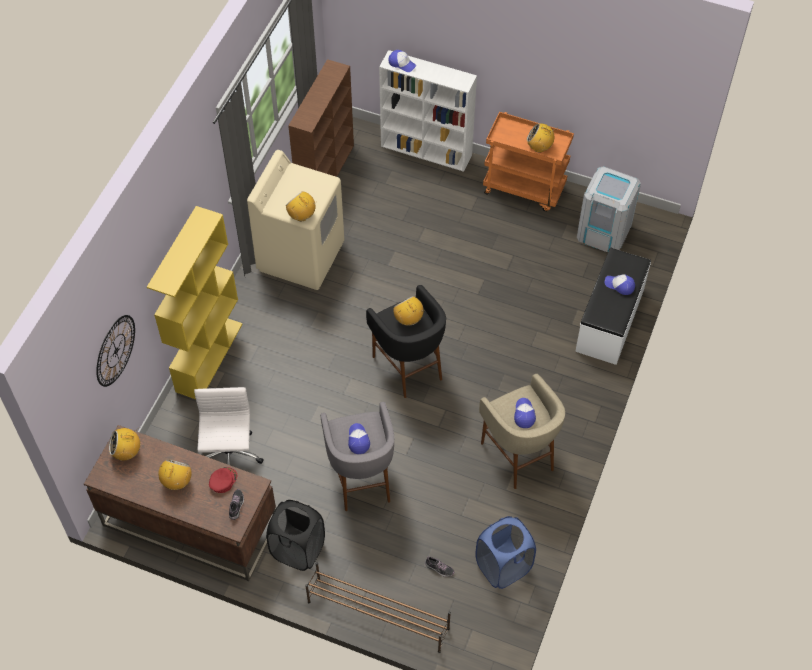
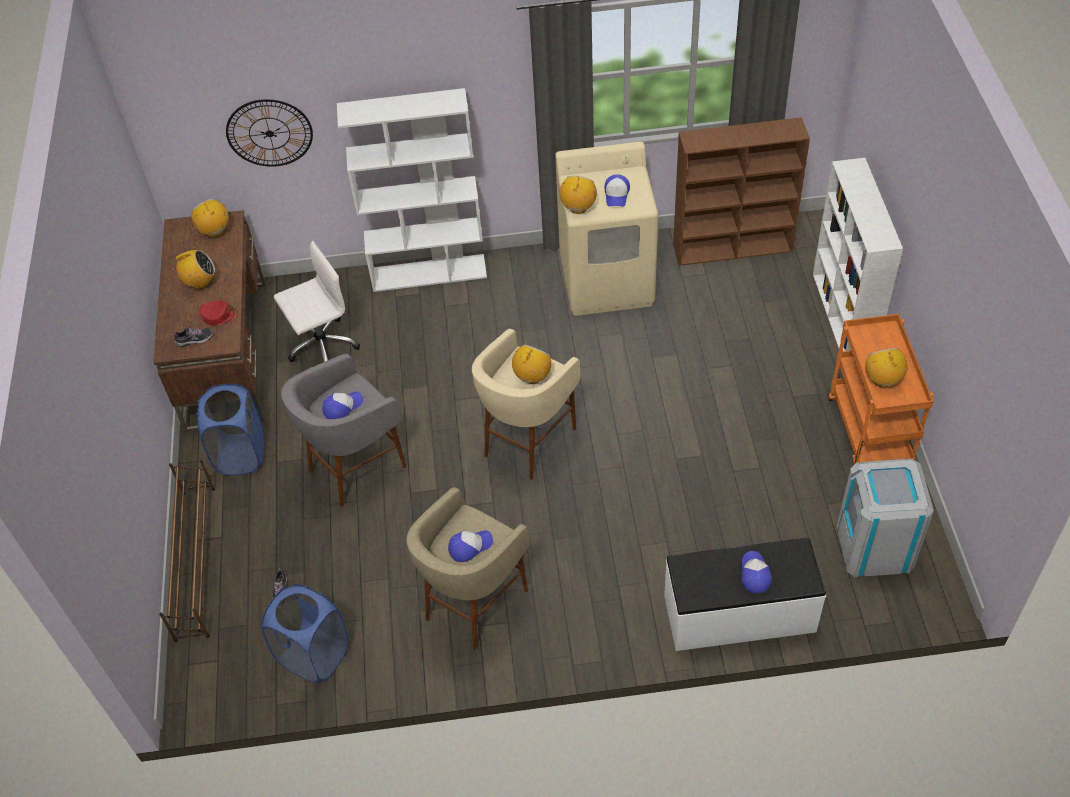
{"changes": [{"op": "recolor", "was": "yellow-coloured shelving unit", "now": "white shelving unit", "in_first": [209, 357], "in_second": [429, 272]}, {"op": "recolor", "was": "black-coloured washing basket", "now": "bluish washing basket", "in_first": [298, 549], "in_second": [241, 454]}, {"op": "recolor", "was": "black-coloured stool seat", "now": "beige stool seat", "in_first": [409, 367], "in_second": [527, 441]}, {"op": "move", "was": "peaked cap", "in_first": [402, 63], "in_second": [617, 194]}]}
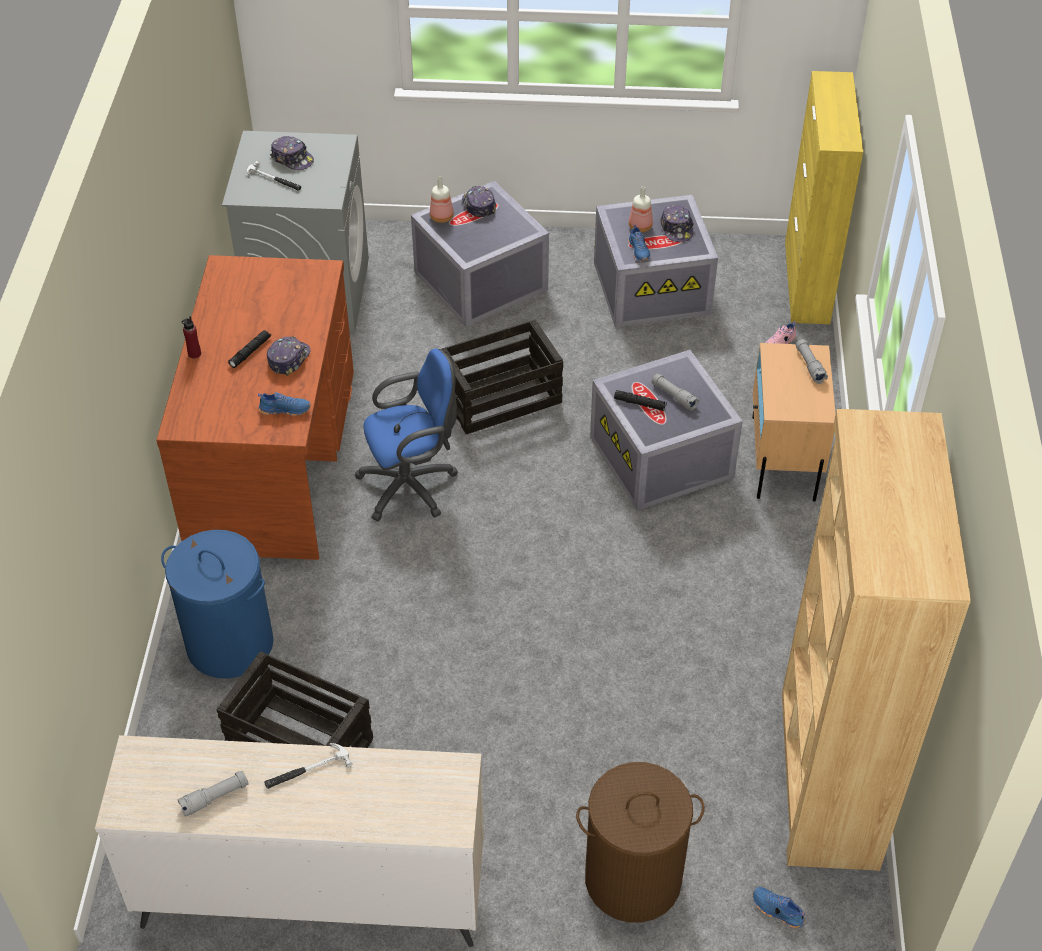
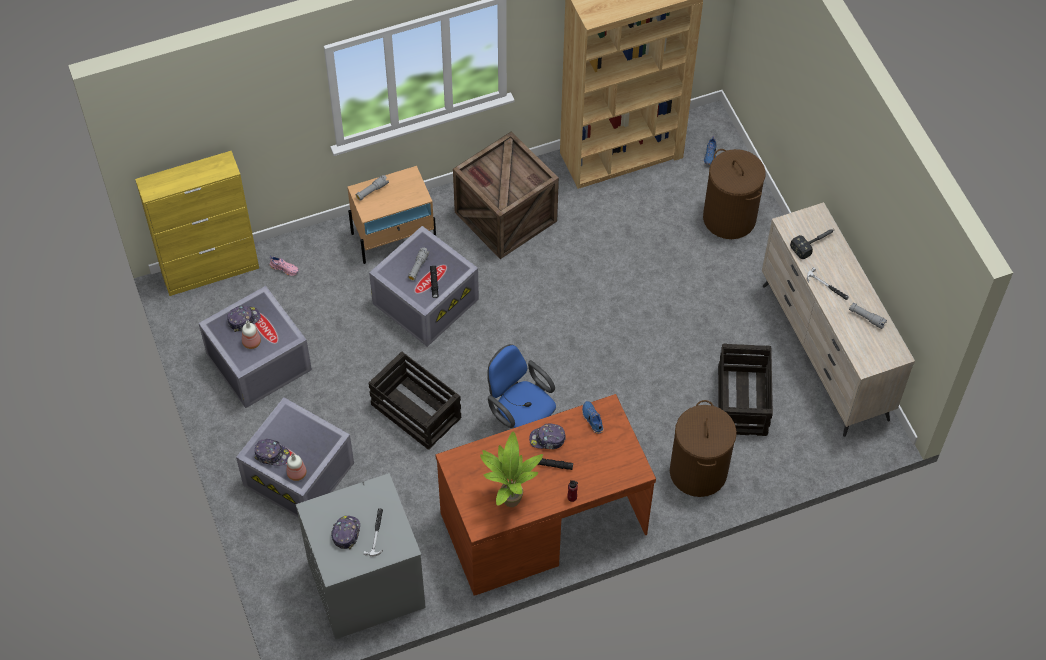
{"changes": [{"op": "recolor", "was": "bluish washing basket", "now": "brown washing basket", "in_first": [229, 644], "in_second": [698, 471]}, {"op": "rotate", "was": "peaked cap", "in_first": [478, 205], "in_second": [272, 454], "clockwise": -120}, {"op": "delete", "was": "bluish item of footwear", "in_first": [639, 251]}, {"op": "insert", "now": "packing crate", "in_second": [504, 216]}, {"op": "insert", "now": "potted plant", "in_second": [508, 500]}, {"op": "insert", "now": "hand hammer", "in_second": [814, 243]}]}
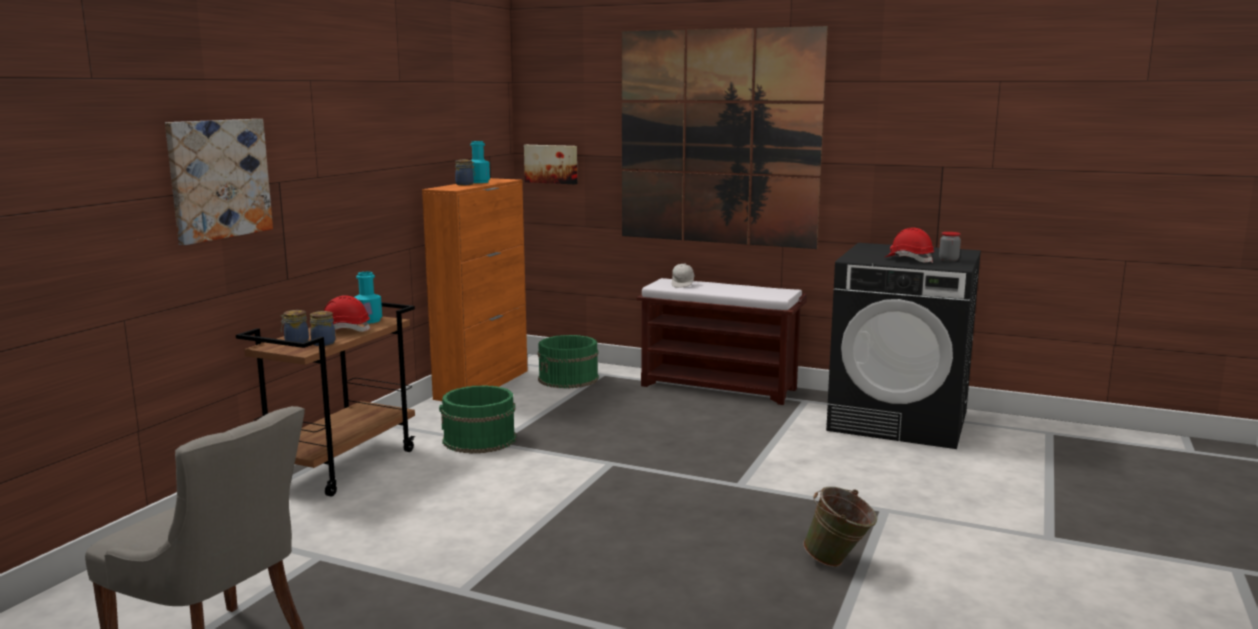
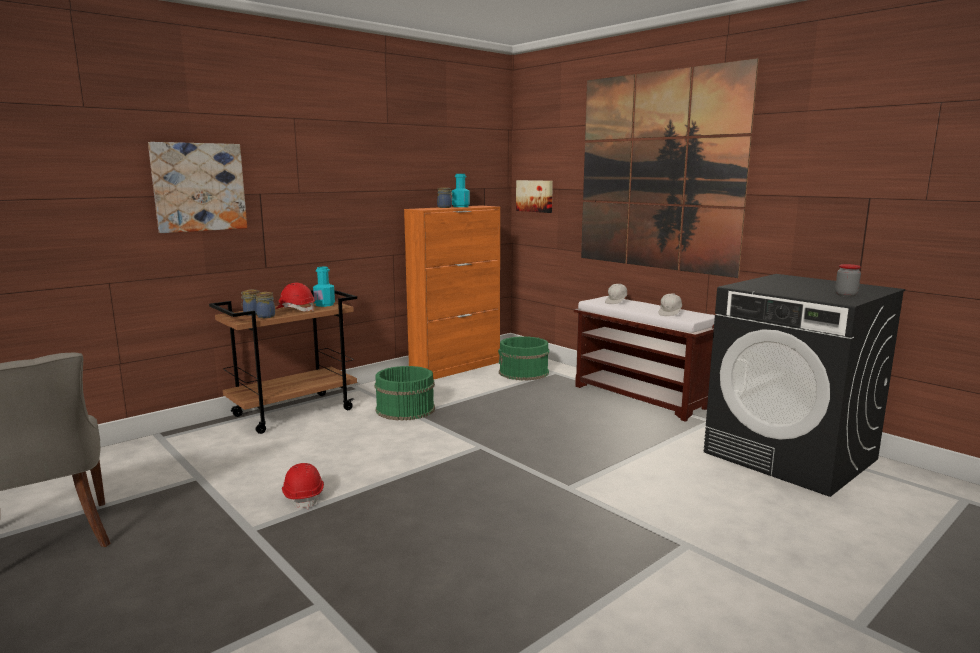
{"changes": [{"op": "delete", "was": "green-coloured water bucket", "in_first": [838, 563]}, {"op": "move", "was": "reddish safety helmet", "in_first": [909, 260], "in_second": [304, 496]}, {"op": "insert", "now": "white peaked cap", "in_second": [670, 313]}]}
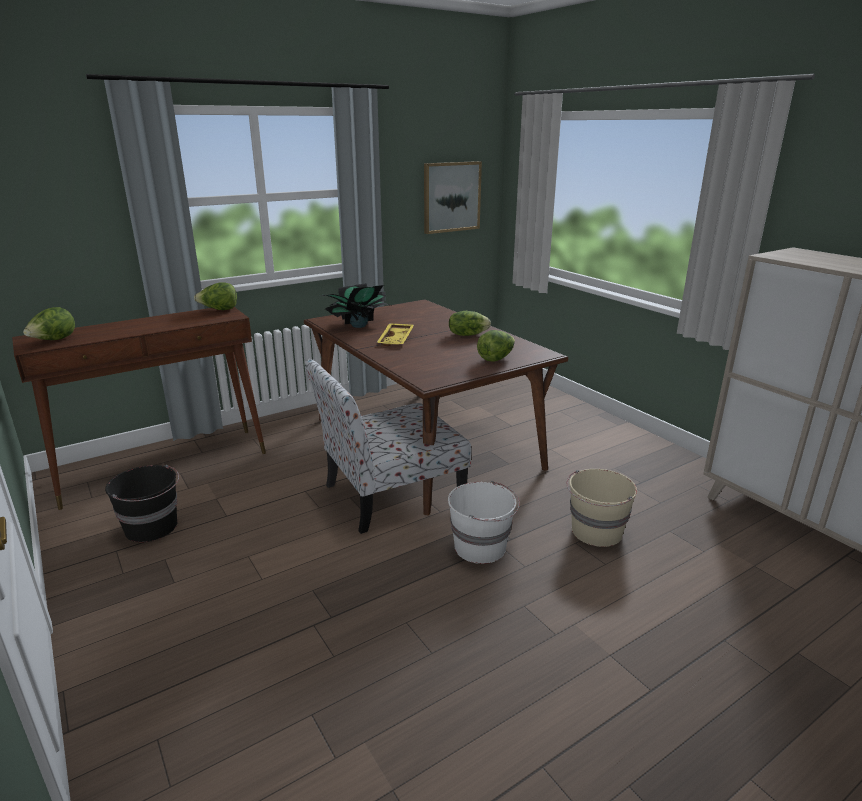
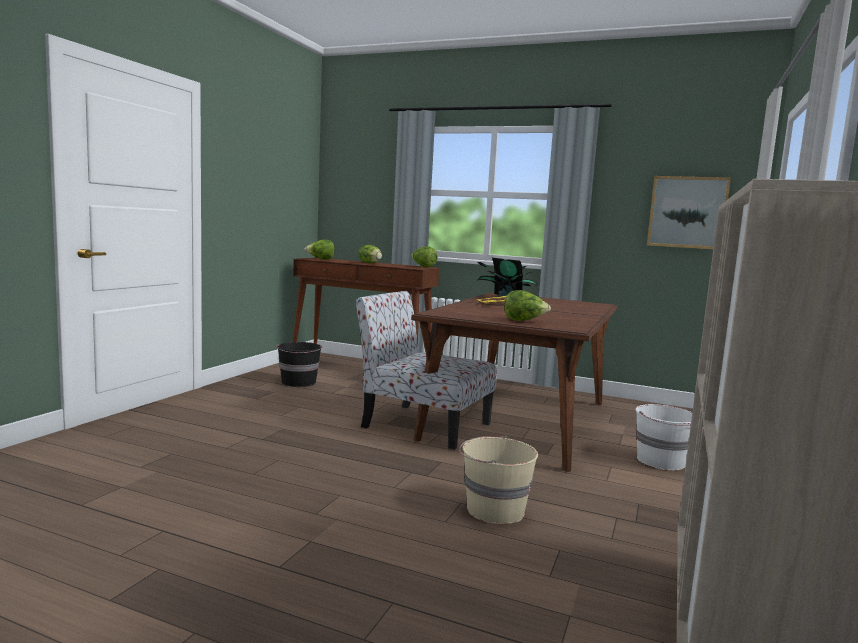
{"changes": [{"op": "move", "was": "white water bucket", "in_first": [481, 547], "in_second": [661, 461]}, {"op": "move", "was": "lettuce", "in_first": [467, 334], "in_second": [370, 263]}]}
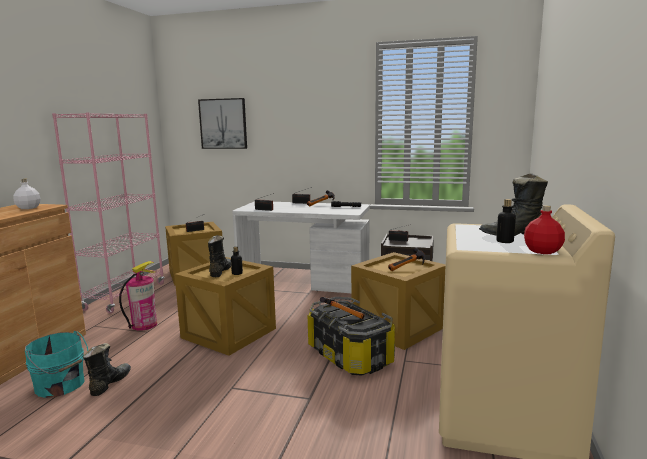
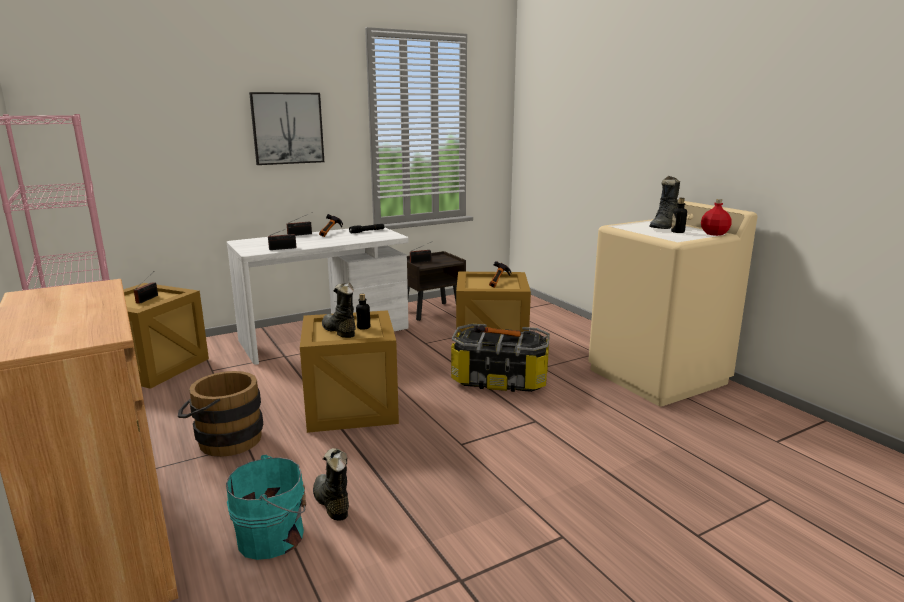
{"changes": [{"op": "delete", "was": "white drink bottle", "in_first": [28, 208]}, {"op": "replace", "was": "fire extinguisher", "now": "brown water bucket", "in_first": [144, 325], "in_second": [224, 440]}, {"op": "move", "was": "picture", "in_first": [223, 124], "in_second": [287, 128]}]}
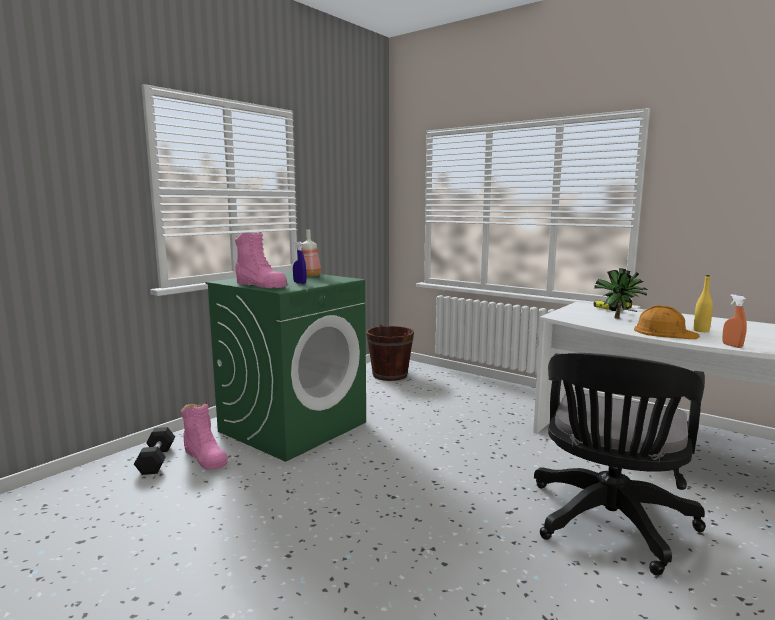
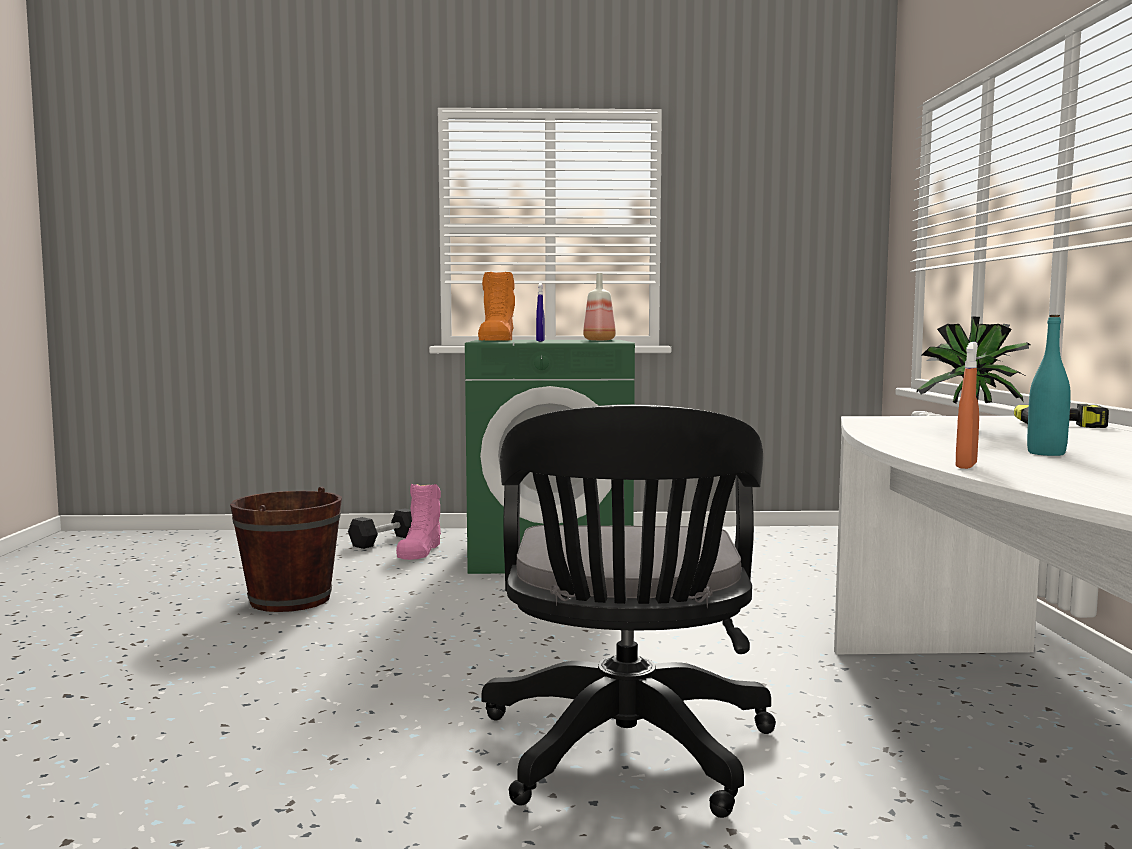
{"changes": [{"op": "recolor", "was": "pink-coloured tall boot", "now": "orange tall boot", "in_first": [261, 285], "in_second": [497, 340]}, {"op": "move", "was": "brown water bucket", "in_first": [390, 375], "in_second": [290, 599]}, {"op": "rotate", "was": "black-coloured desk chair", "in_first": [609, 524], "in_second": [626, 754], "clockwise": -75}, {"op": "delete", "was": "orange safety helmet", "in_first": [665, 332]}, {"op": "recolor", "was": "yellow-coloured drink bottle", "now": "turquoise drink bottle", "in_first": [701, 330], "in_second": [1046, 453]}]}
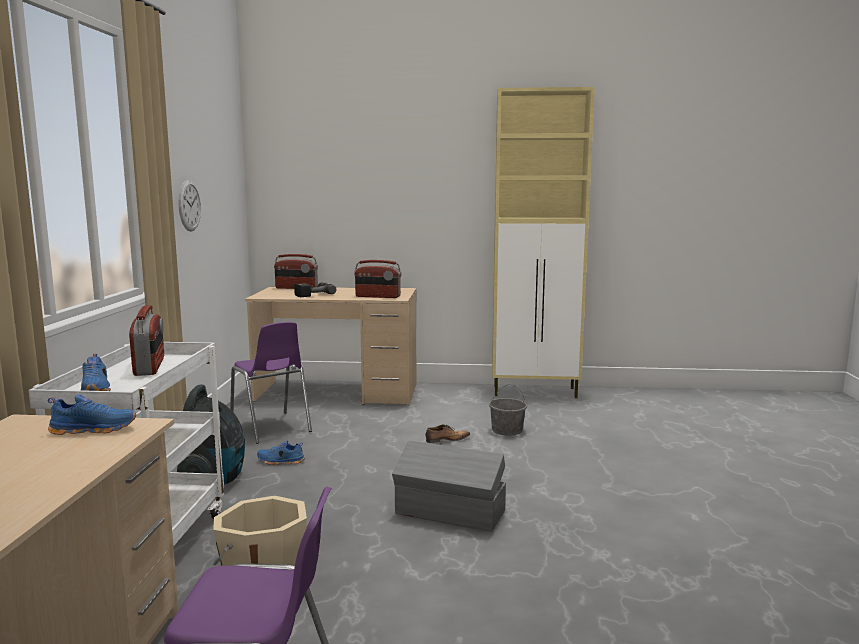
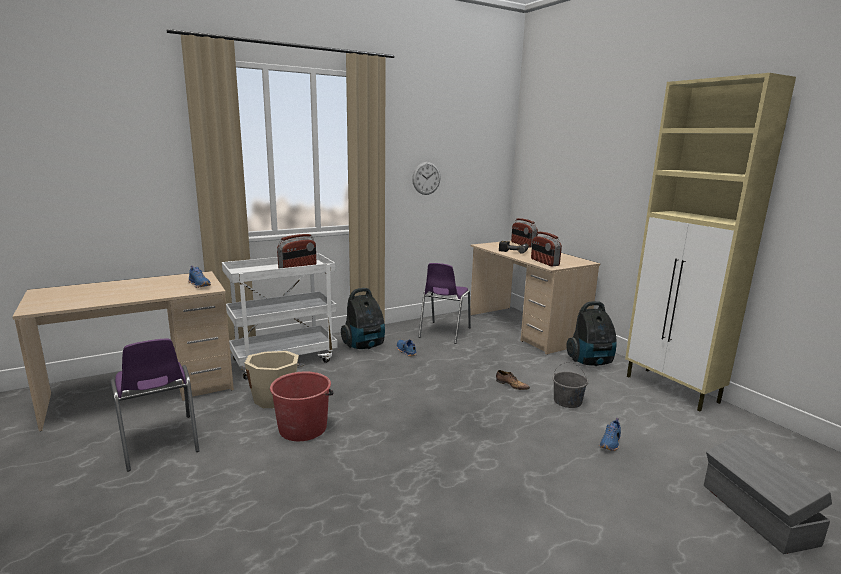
{"changes": [{"op": "move", "was": "bluish item of footwear", "in_first": [97, 389], "in_second": [611, 443]}, {"op": "move", "was": "grey storage box", "in_first": [450, 513], "in_second": [757, 514]}, {"op": "insert", "now": "reddish water bucket", "in_second": [303, 428]}, {"op": "insert", "now": "vacuum", "in_second": [591, 362]}]}
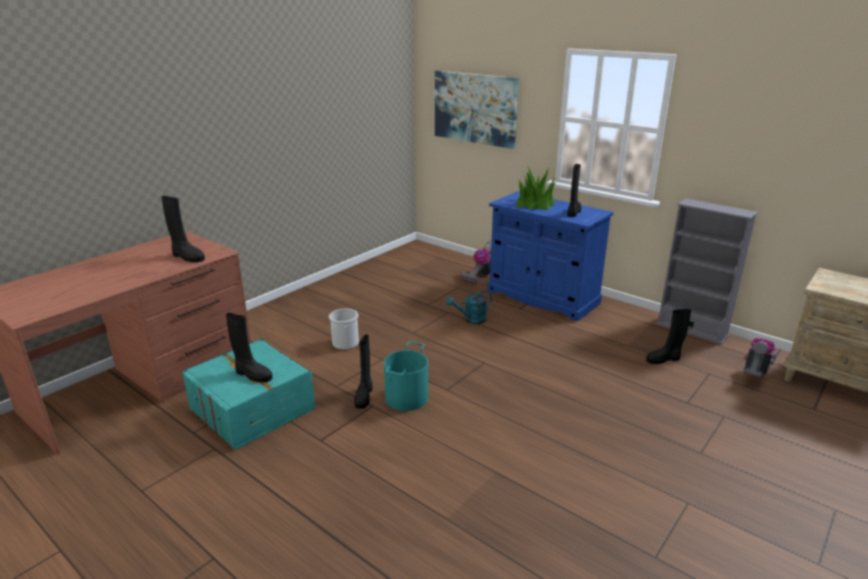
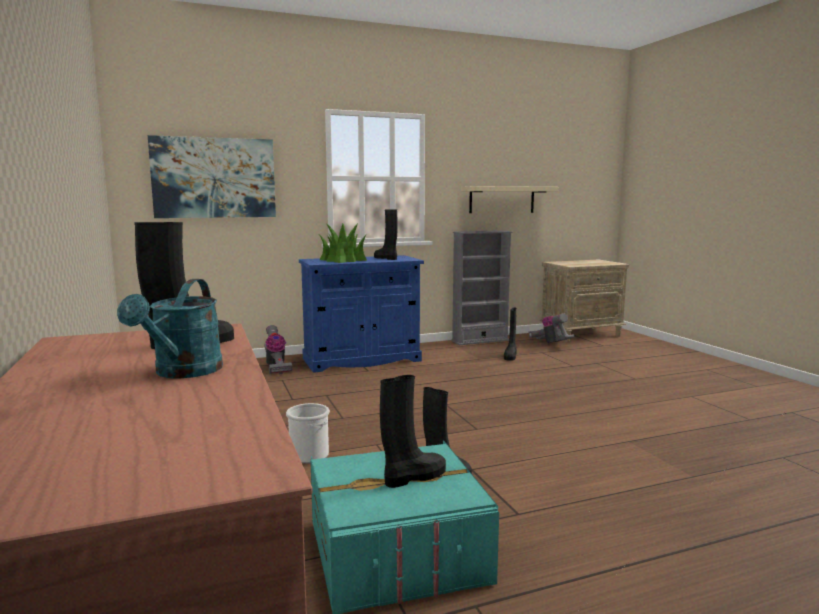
{"changes": [{"op": "delete", "was": "turquoise water bucket", "in_first": [407, 398]}, {"op": "move", "was": "turquoise watering can", "in_first": [471, 320], "in_second": [183, 372]}, {"op": "insert", "now": "beige wall shelf", "in_second": [502, 200]}]}
